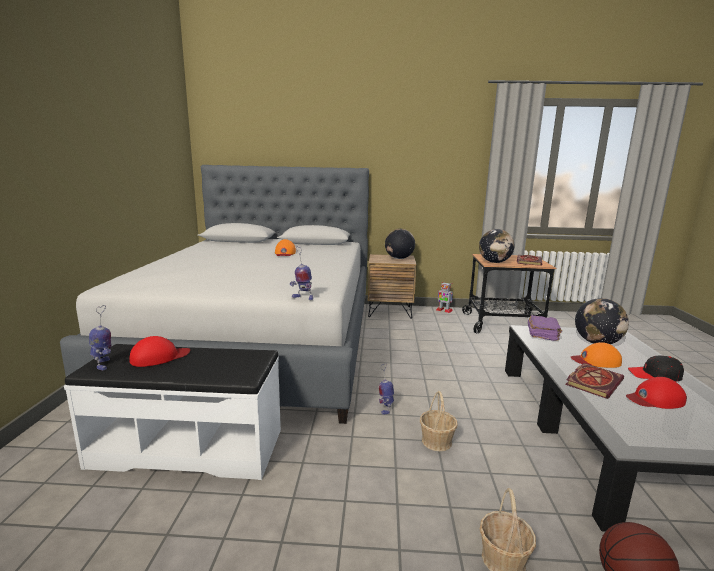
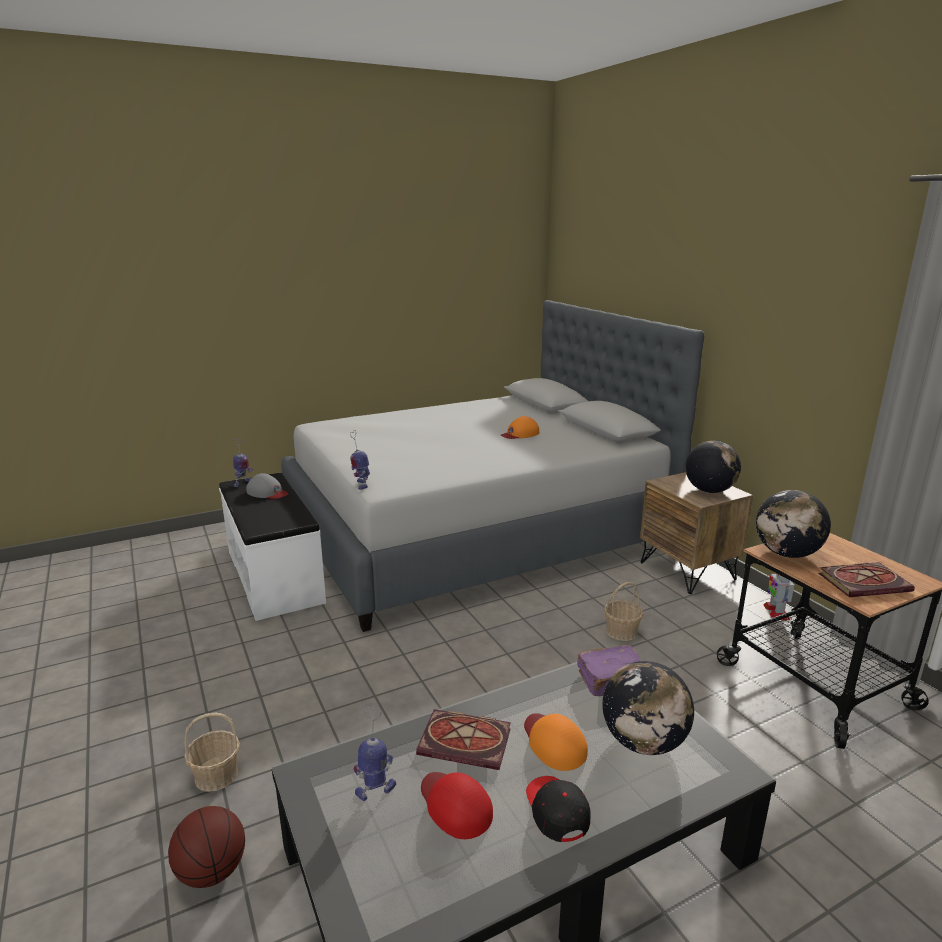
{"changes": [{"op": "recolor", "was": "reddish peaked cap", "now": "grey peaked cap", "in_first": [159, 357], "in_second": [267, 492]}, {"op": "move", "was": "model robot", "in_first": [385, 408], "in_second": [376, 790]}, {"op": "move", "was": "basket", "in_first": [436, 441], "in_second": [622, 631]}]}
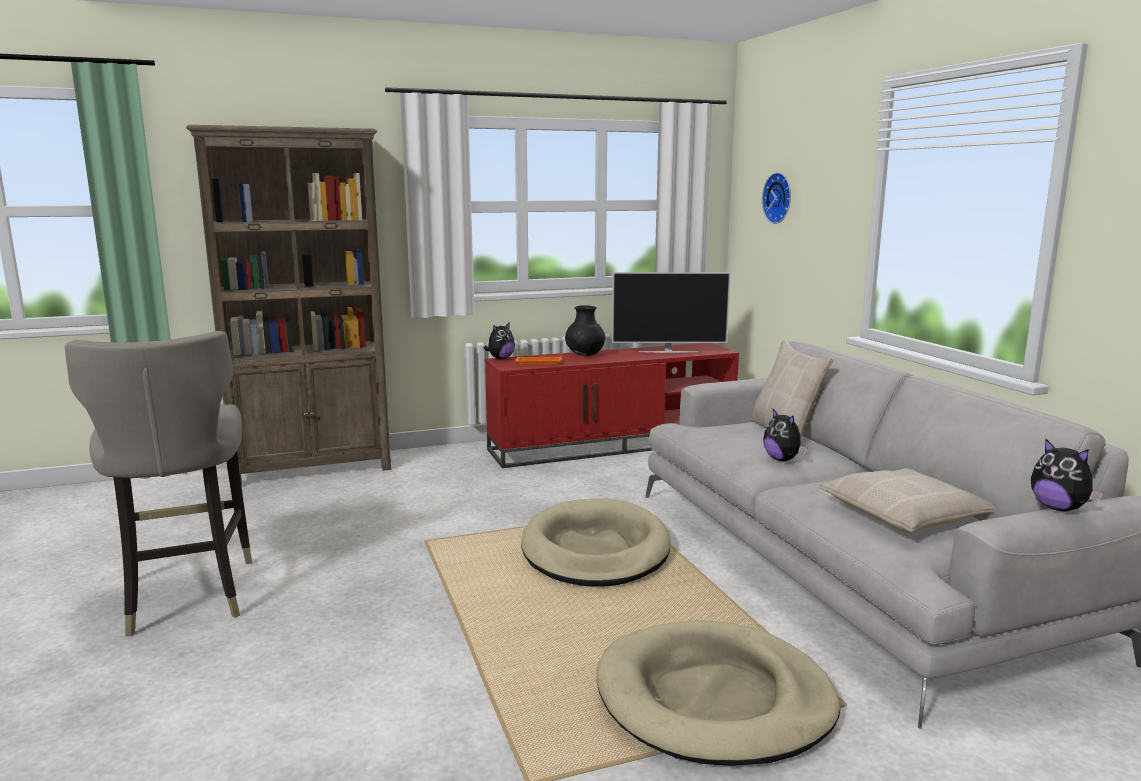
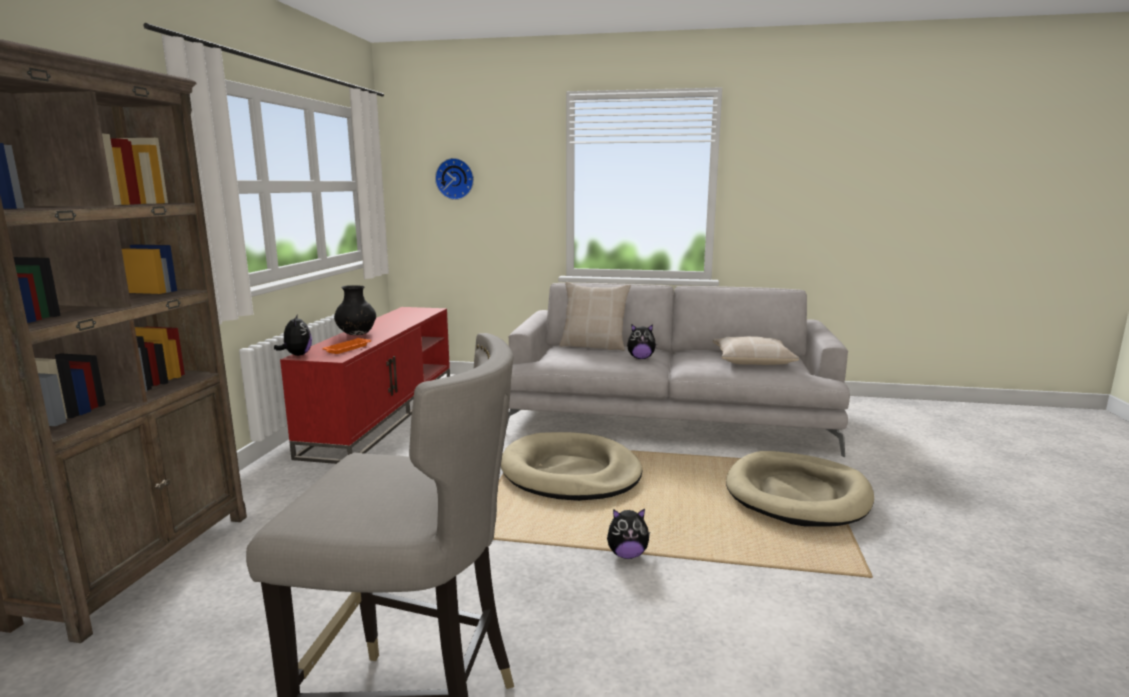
{"changes": [{"op": "delete", "was": "TV", "in_first": [668, 351]}, {"op": "move", "was": "soft toy", "in_first": [1059, 508], "in_second": [627, 554]}]}
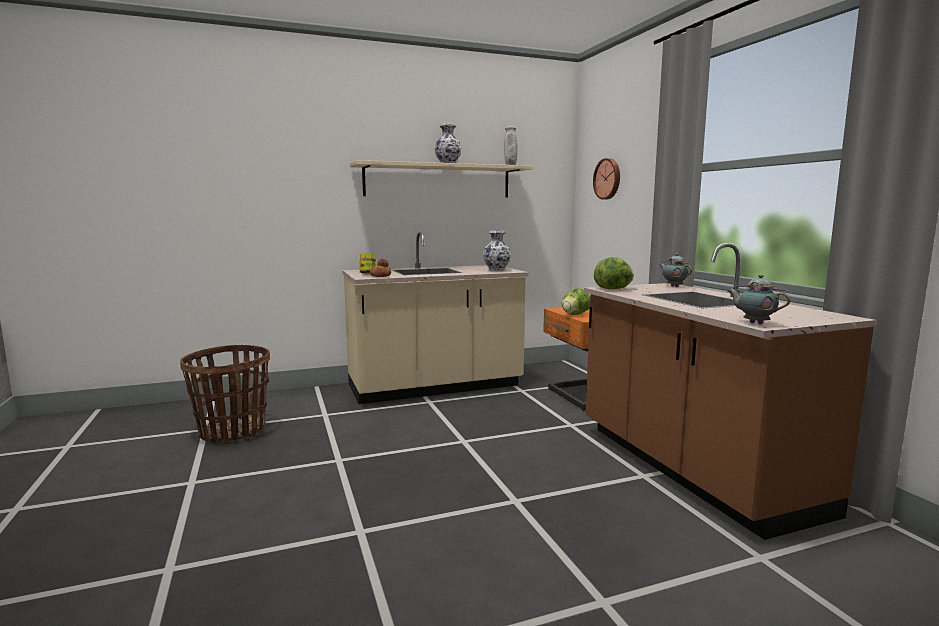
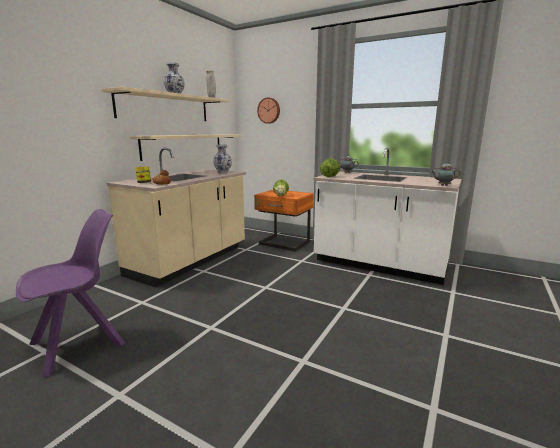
{"changes": [{"op": "replace", "was": "basket", "now": "purple-coloured upright chair", "in_first": [232, 432], "in_second": [80, 343]}, {"op": "recolor", "was": "brown kitchen counter", "now": "white kitchen counter", "in_first": [691, 468], "in_second": [379, 265]}, {"op": "insert", "now": "beige wall shelf", "in_second": [184, 146]}]}
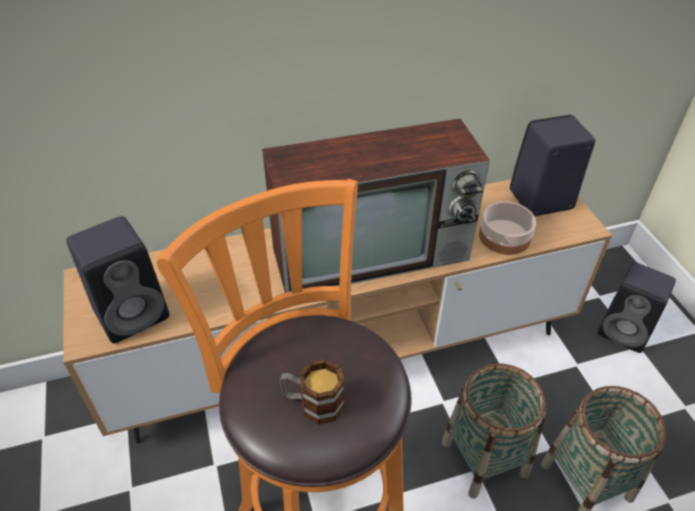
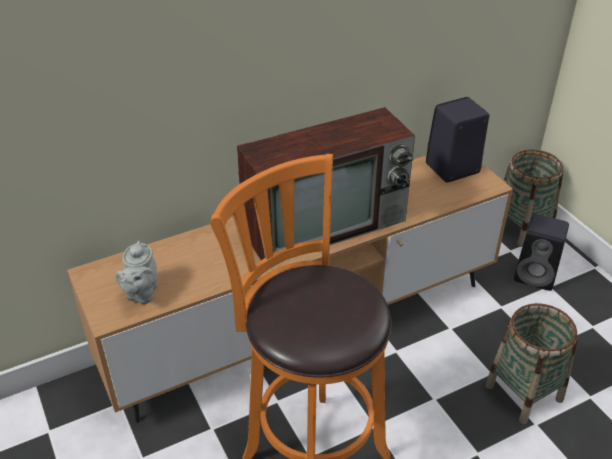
{"changes": [{"op": "replace", "was": "black-coloured audio speaker", "now": "grey teapot", "in_first": [134, 312], "in_second": [141, 293]}, {"op": "delete", "was": "mug", "in_first": [313, 403]}, {"op": "move", "was": "basket", "in_first": [484, 458], "in_second": [521, 227]}, {"op": "delete", "was": "serving bowl", "in_first": [505, 237]}]}
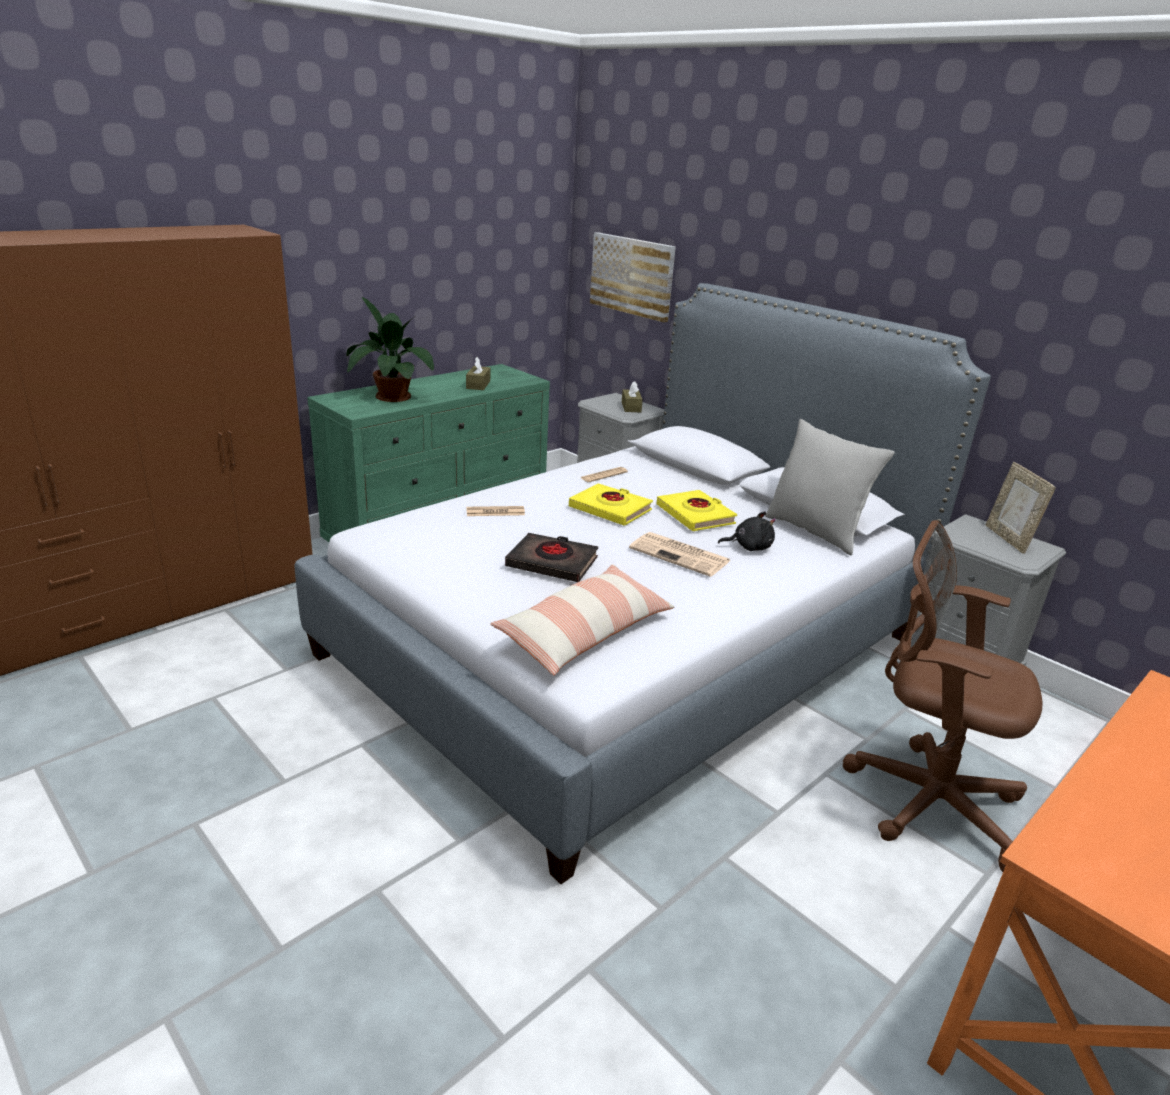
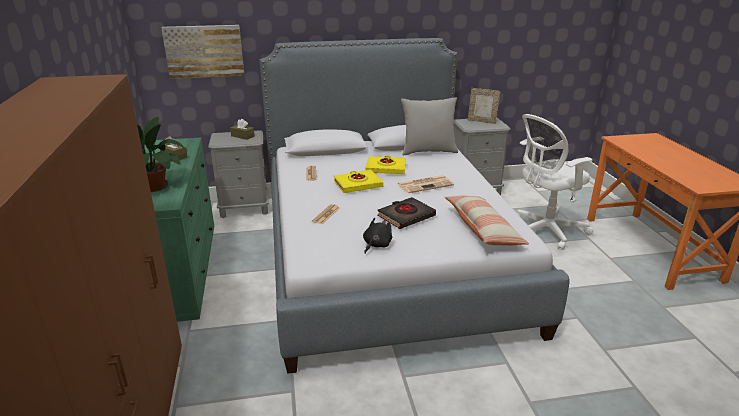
{"changes": [{"op": "move", "was": "black-coloured soft toy", "in_first": [749, 547], "in_second": [376, 245]}, {"op": "recolor", "was": "brown desk chair", "now": "white desk chair", "in_first": [925, 799], "in_second": [544, 231]}]}
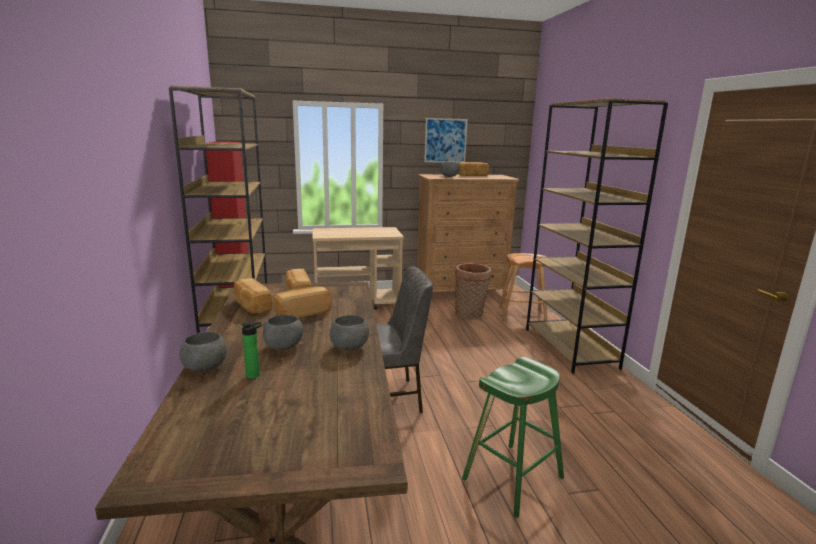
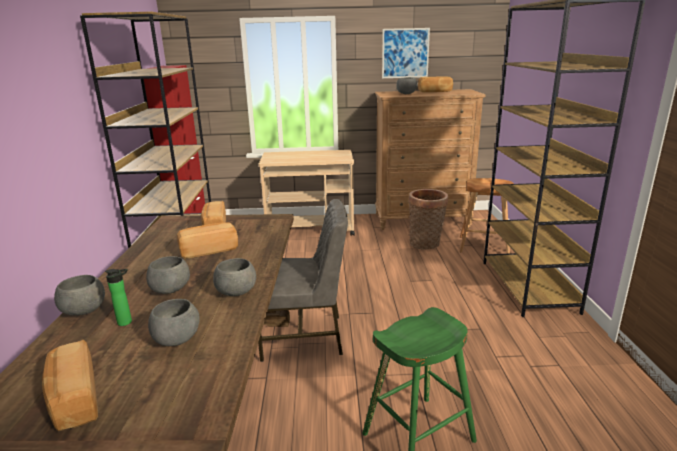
{"changes": [{"op": "move", "was": "bread", "in_first": [252, 306], "in_second": [74, 400]}, {"op": "insert", "now": "grey serving bowl", "in_second": [178, 340]}]}
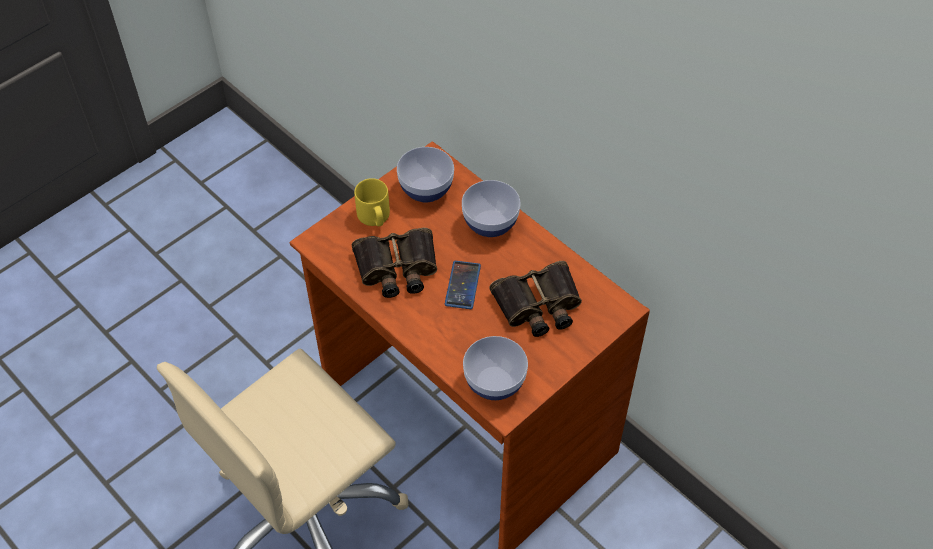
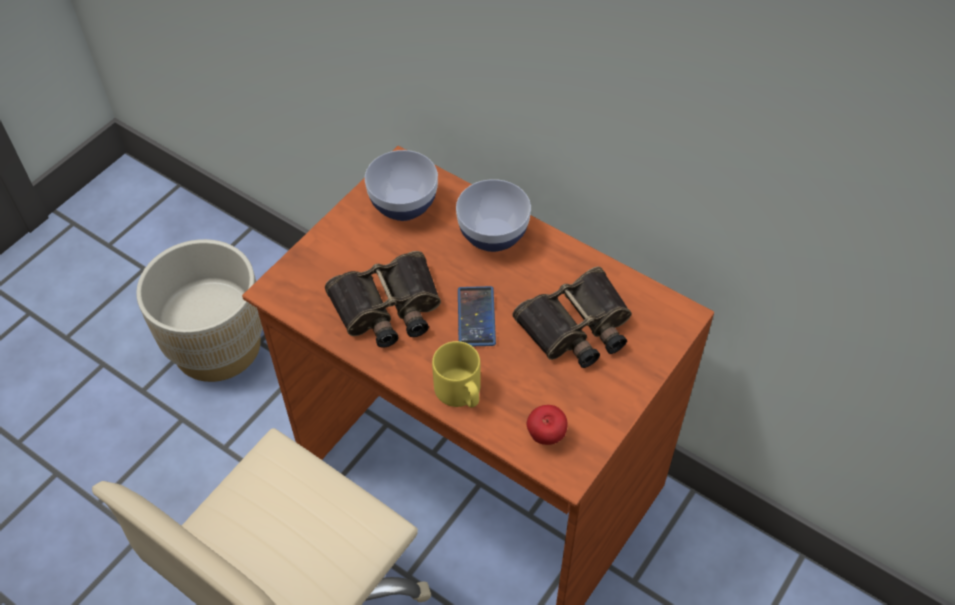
{"changes": [{"op": "move", "was": "yellow-coloured mug", "in_first": [374, 217], "in_second": [460, 393]}, {"op": "replace", "was": "serving bowl", "now": "whole apple", "in_first": [494, 383], "in_second": [546, 437]}, {"op": "insert", "now": "beige plant pot", "in_second": [217, 346]}]}
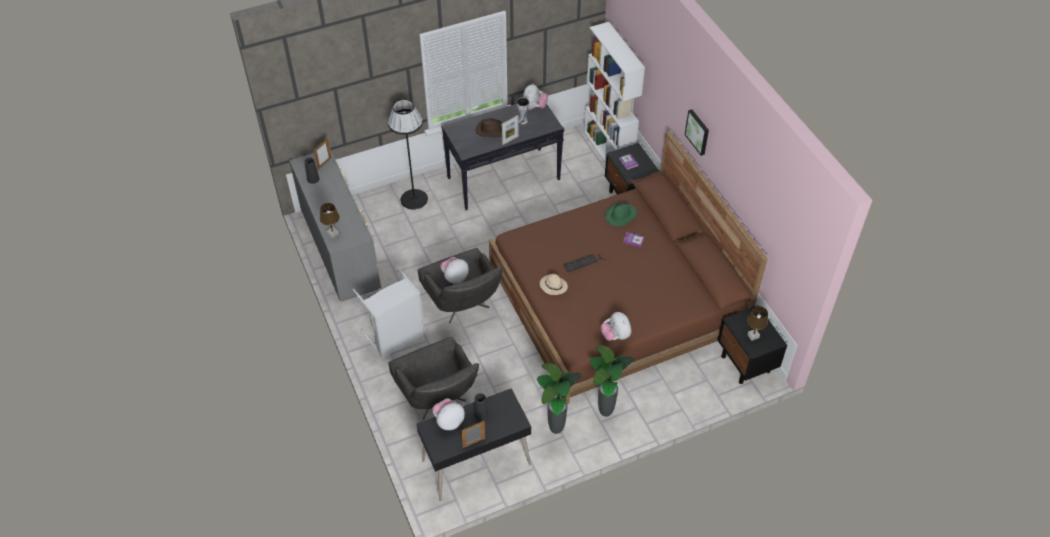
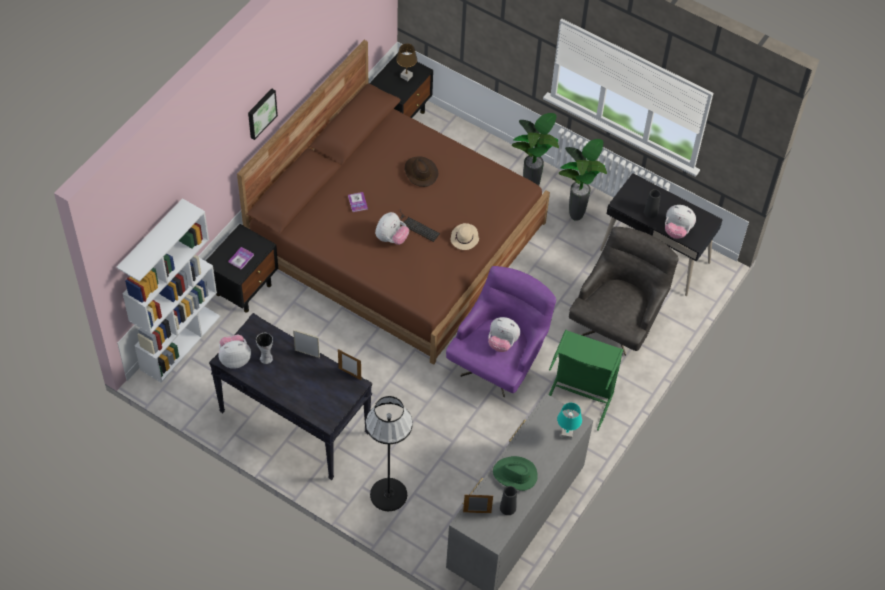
{"changes": [{"op": "recolor", "was": "brown lamp for a table", "now": "turquoise lamp for a table", "in_first": [333, 234], "in_second": [567, 434]}, {"op": "recolor", "was": "grey washing basket", "now": "green-coloured washing basket", "in_first": [396, 337], "in_second": [580, 395]}, {"op": "recolor", "was": "grey lounge chair", "now": "purple-coloured lounge chair", "in_first": [463, 305], "in_second": [499, 360]}, {"op": "move", "was": "standing frame", "in_first": [474, 443], "in_second": [350, 374]}, {"op": "move", "was": "brown wearable hat", "in_first": [491, 130], "in_second": [420, 172]}, {"op": "move", "was": "soft toy", "in_first": [615, 336], "in_second": [391, 238]}, {"op": "move", "was": "green-coloured wearable hat", "in_first": [621, 215], "in_second": [515, 475]}]}
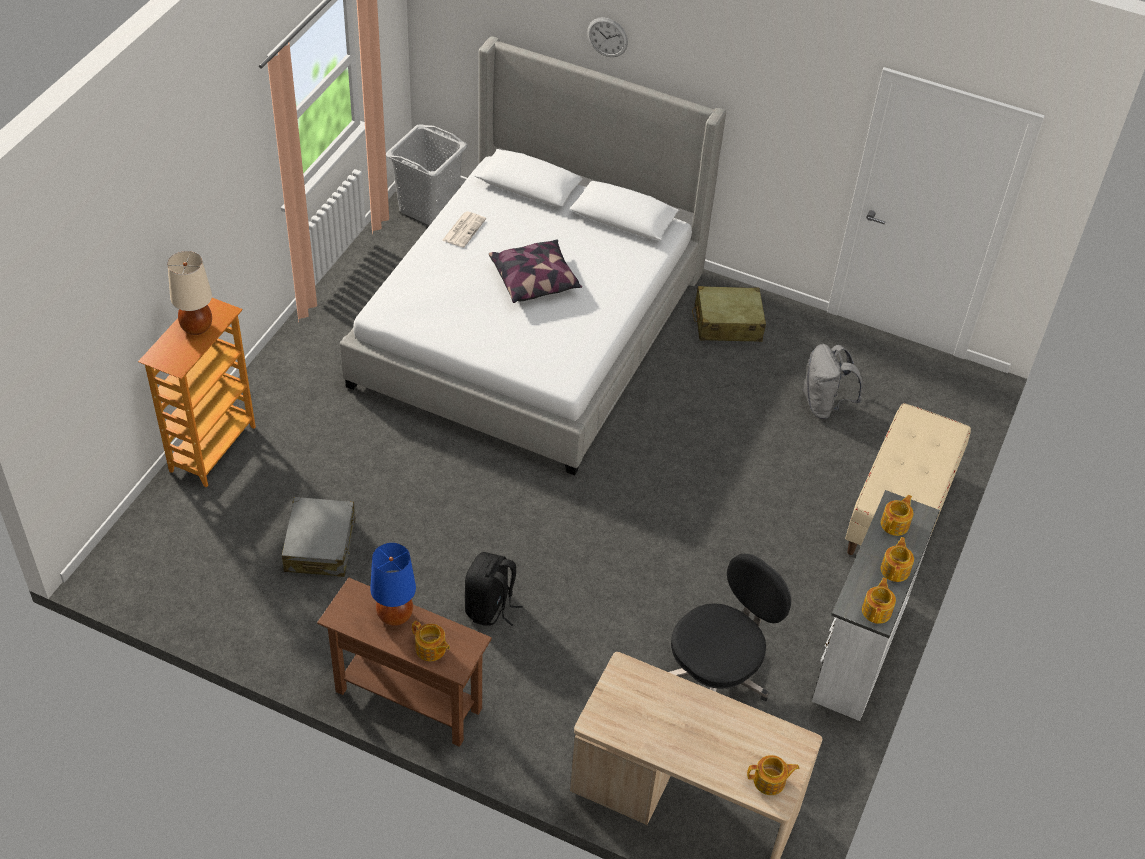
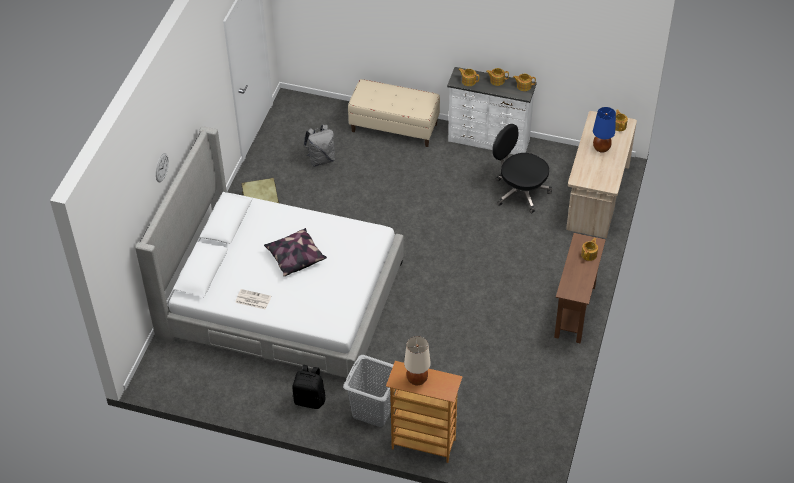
{"changes": [{"op": "delete", "was": "grey suitcase", "in_first": [320, 545]}, {"op": "move", "was": "bluish lamp for a table", "in_first": [395, 615], "in_second": [601, 148]}, {"op": "move", "was": "grey washing basket", "in_first": [429, 207], "in_second": [373, 409]}, {"op": "move", "was": "black-coloured knapsack", "in_first": [490, 607], "in_second": [310, 399]}]}
